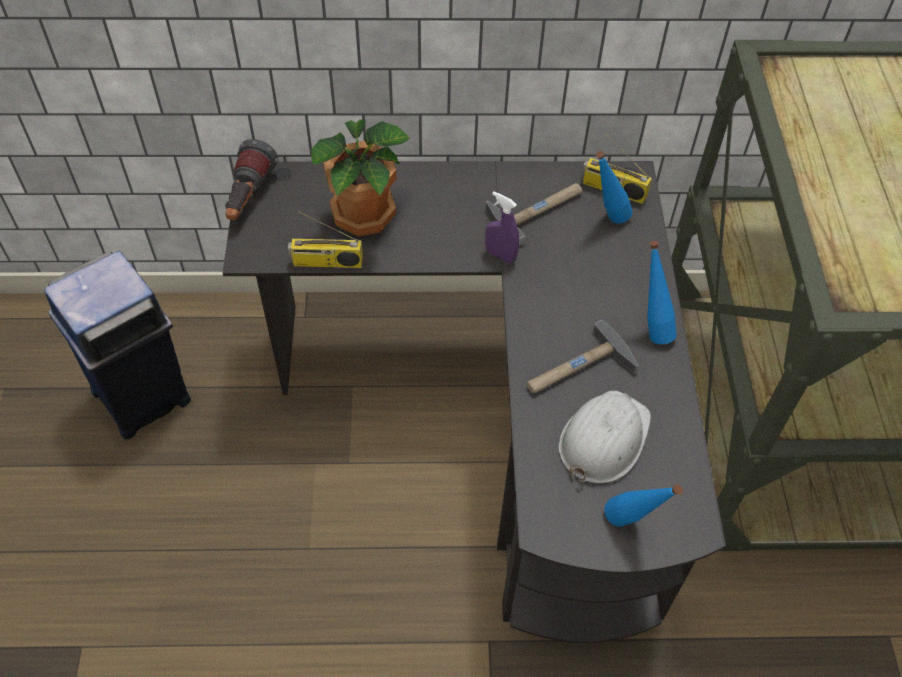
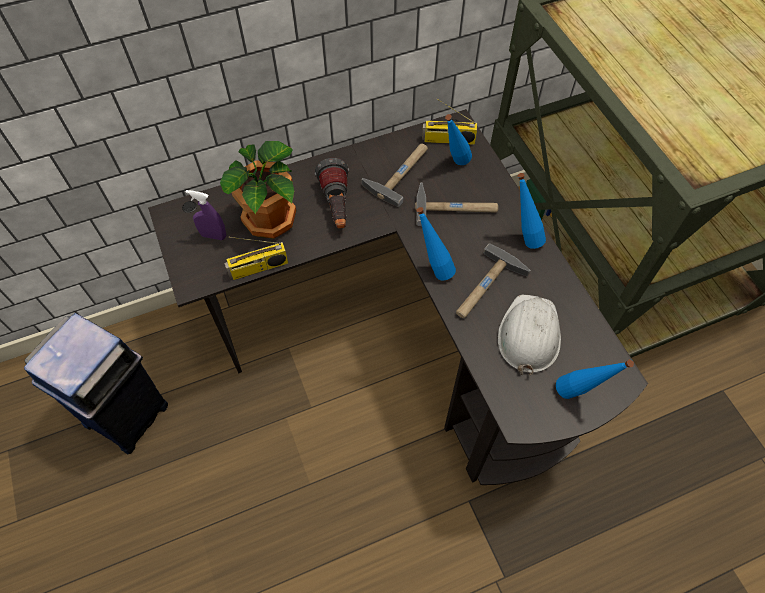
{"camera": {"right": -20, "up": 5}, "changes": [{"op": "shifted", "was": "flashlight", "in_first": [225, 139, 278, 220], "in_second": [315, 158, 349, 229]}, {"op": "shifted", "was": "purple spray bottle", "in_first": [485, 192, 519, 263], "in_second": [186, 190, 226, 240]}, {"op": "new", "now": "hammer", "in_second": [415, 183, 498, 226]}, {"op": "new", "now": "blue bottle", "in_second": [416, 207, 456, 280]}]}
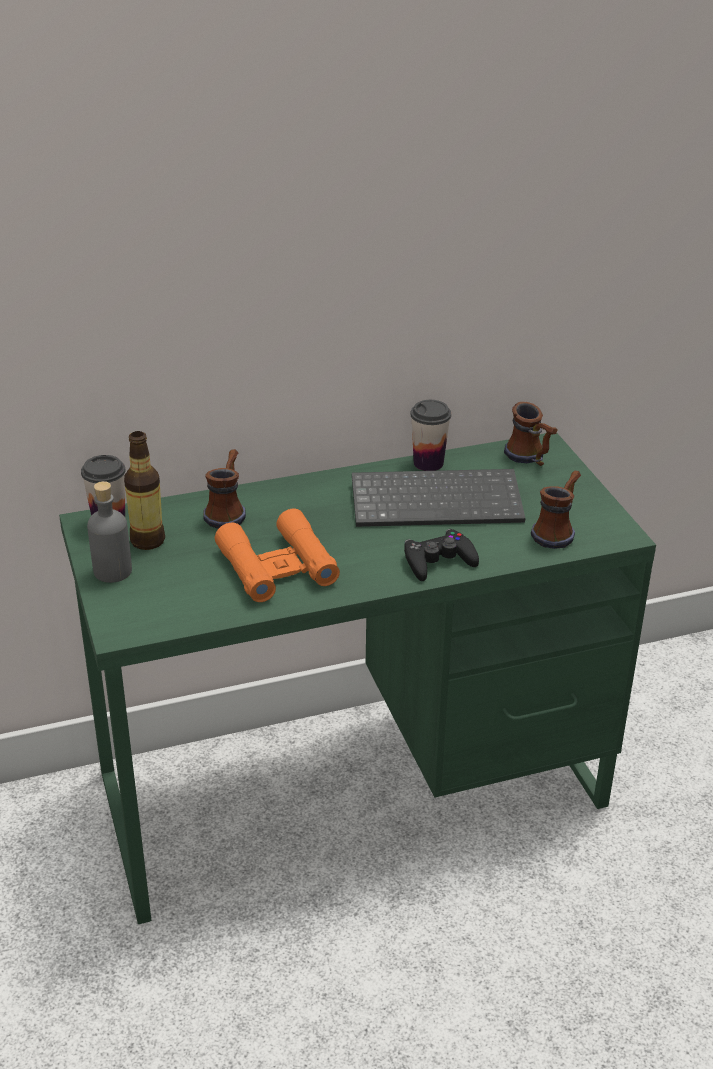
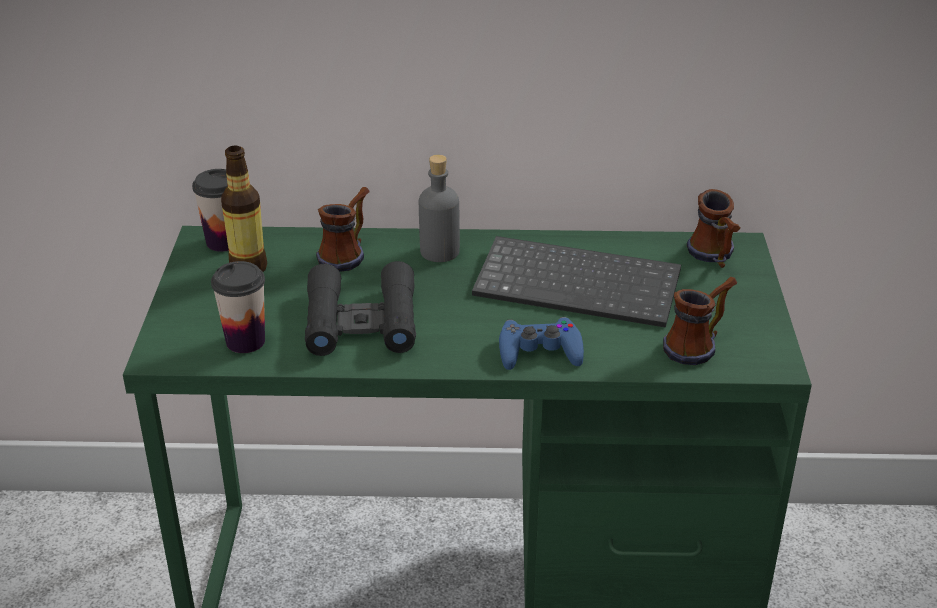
{"camera": {"right": 20, "up": 0}, "changes": [{"op": "shifted", "was": "cup", "in_first": [410, 400, 451, 471], "in_second": [211, 261, 265, 353]}, {"op": "shifted", "was": "grey bottle", "in_first": [87, 481, 132, 583], "in_second": [419, 155, 460, 262]}, {"op": "repainted", "was": "orange binoculars", "now": "black binoculars", "in_first": [215, 508, 340, 602], "in_second": [305, 261, 416, 356]}, {"op": "repainted", "was": "black game controller", "now": "blue game controller", "in_first": [404, 529, 479, 581], "in_second": [499, 317, 584, 370]}]}
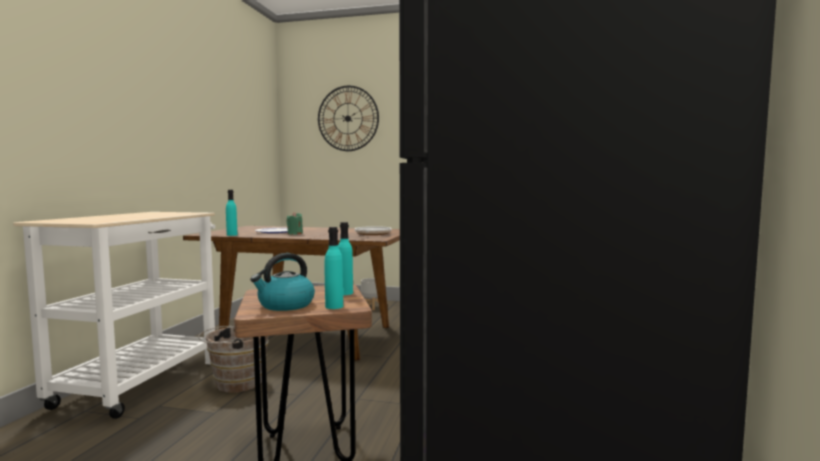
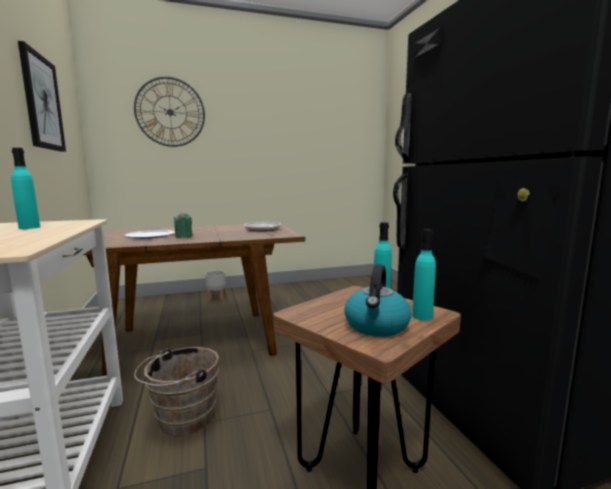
{"camera": {"right": -30, "up": 5}, "changes": [{"op": "shifted", "was": "turquoise bottle", "in_first": [226, 190, 238, 236], "in_second": [11, 148, 40, 229]}, {"op": "new", "now": "picture", "in_second": [18, 41, 66, 152]}]}
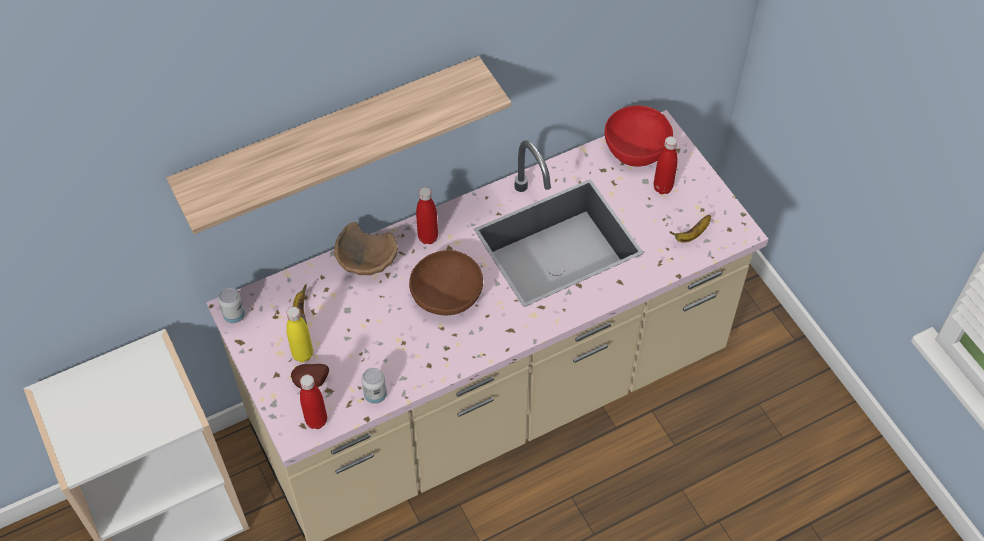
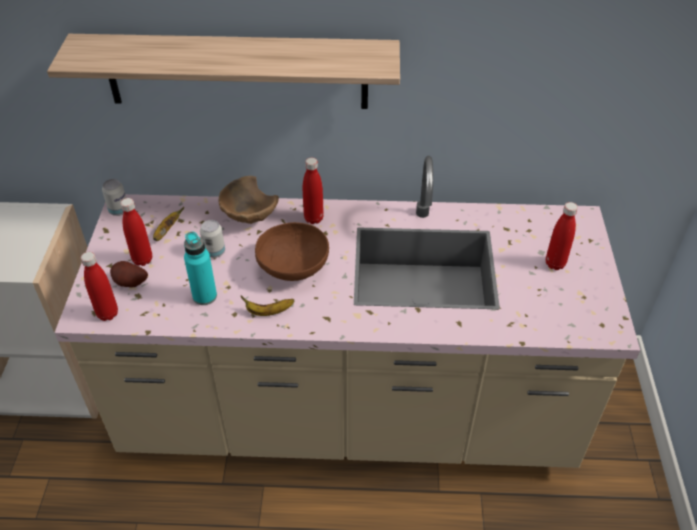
{"camera": {"right": 30, "up": -10}, "changes": [{"op": "gone", "was": "red bowl", "in_first": [605, 106, 673, 167]}, {"op": "shifted", "was": "banana", "in_first": [670, 215, 711, 243], "in_second": [240, 295, 294, 316]}, {"op": "repainted", "was": "yellow bottle", "now": "red bottle", "in_first": [286, 306, 313, 362], "in_second": [120, 198, 152, 266]}, {"op": "shifted", "was": "can", "in_first": [361, 368, 387, 404], "in_second": [200, 220, 225, 258]}, {"op": "new", "now": "turquoise bottle", "in_second": [184, 232, 217, 305]}]}
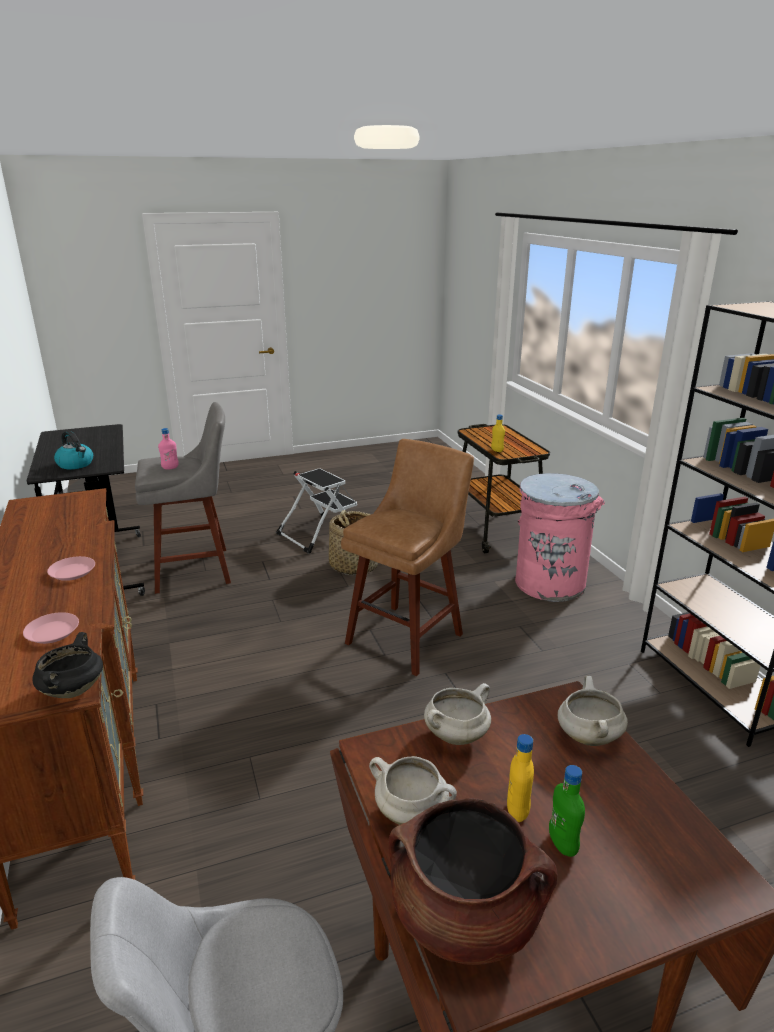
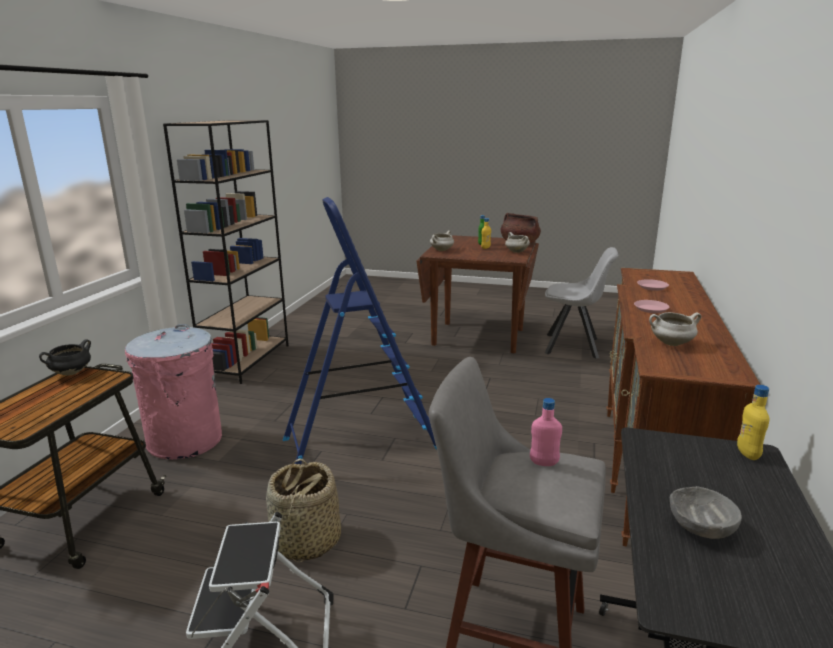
{"camera": {"right": -145, "up": -5}, "changes": [{"op": "shifted", "was": "yellow bottle", "in_first": [491, 414, 505, 452], "in_second": [737, 385, 769, 460]}, {"op": "gone", "was": "kettle", "in_first": [54, 431, 93, 469]}, {"op": "swapped", "was": "brown stool", "now": "blue step ladder", "in_first": [341, 439, 474, 676], "in_second": [283, 197, 437, 464]}, {"op": "shifted", "was": "black cooking pot", "in_first": [32, 632, 103, 698], "in_second": [39, 339, 91, 376]}, {"op": "shifted", "was": "white cooking pot", "in_first": [424, 683, 491, 745], "in_second": [649, 312, 702, 346]}, {"op": "new", "now": "grey bowl", "in_second": [670, 486, 742, 539]}]}
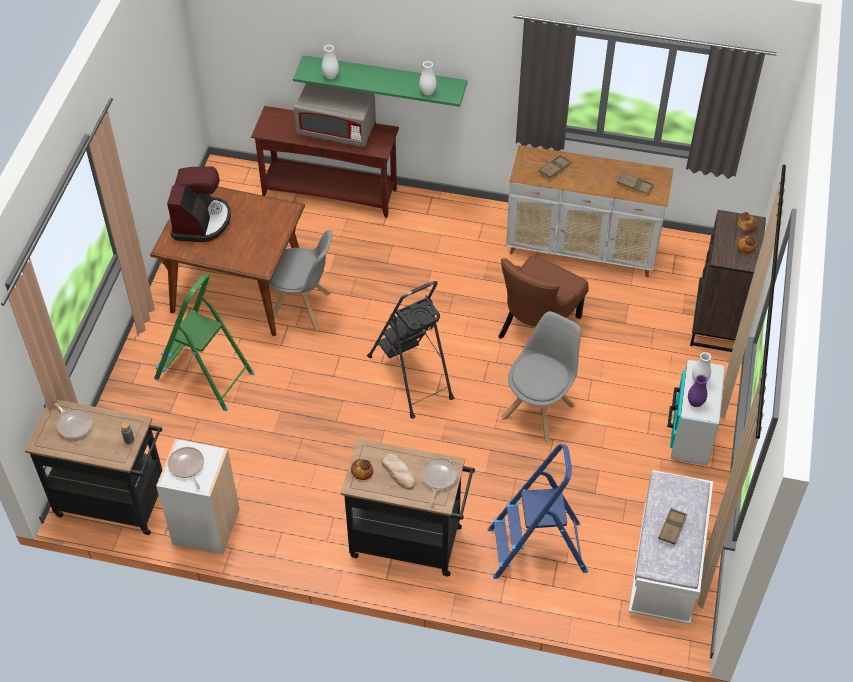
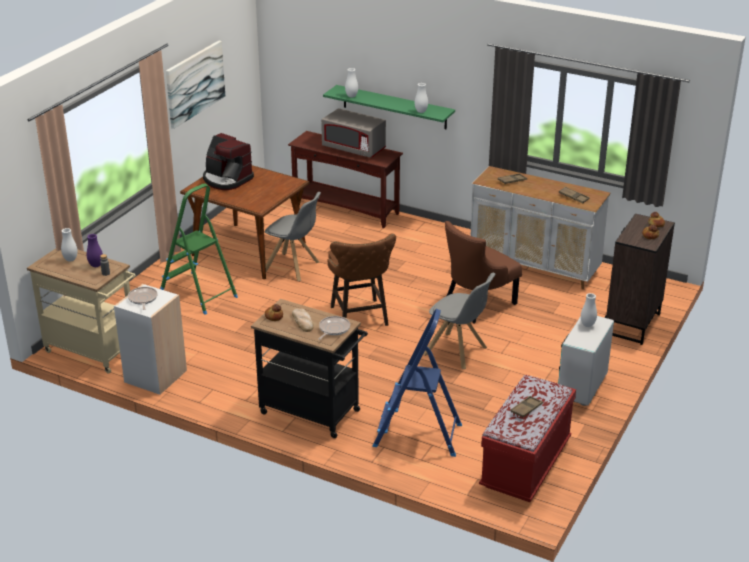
{"camera": {"right": 15, "up": -20}, "changes": [{"op": "rotated", "was": "coffee machine", "in_first": [167, 166, 231, 242], "in_second": [203, 133, 254, 190], "clockwise": 105}, {"op": "swapped", "was": "step ladder", "now": "brown stool", "in_first": [367, 281, 454, 419], "in_second": [328, 233, 396, 326]}, {"op": "rotated", "was": "grey chair", "in_first": [501, 311, 581, 443], "in_second": [424, 273, 495, 369], "clockwise": 75}, {"op": "shifted", "was": "purple vase", "in_first": [688, 375, 707, 407], "in_second": [87, 234, 103, 267]}, {"op": "repainted", "was": "black cart", "now": "beige cart", "in_first": [25, 400, 163, 535], "in_second": [27, 248, 136, 374]}, {"op": "swapped", "was": "frying pan", "now": "white vase", "in_first": [55, 403, 93, 439], "in_second": [61, 228, 78, 262]}, {"op": "repainted", "was": "white bench", "now": "red bench", "in_first": [629, 470, 713, 624], "in_second": [479, 375, 576, 502]}, {"op": "new", "now": "picture", "in_second": [166, 41, 225, 129]}]}
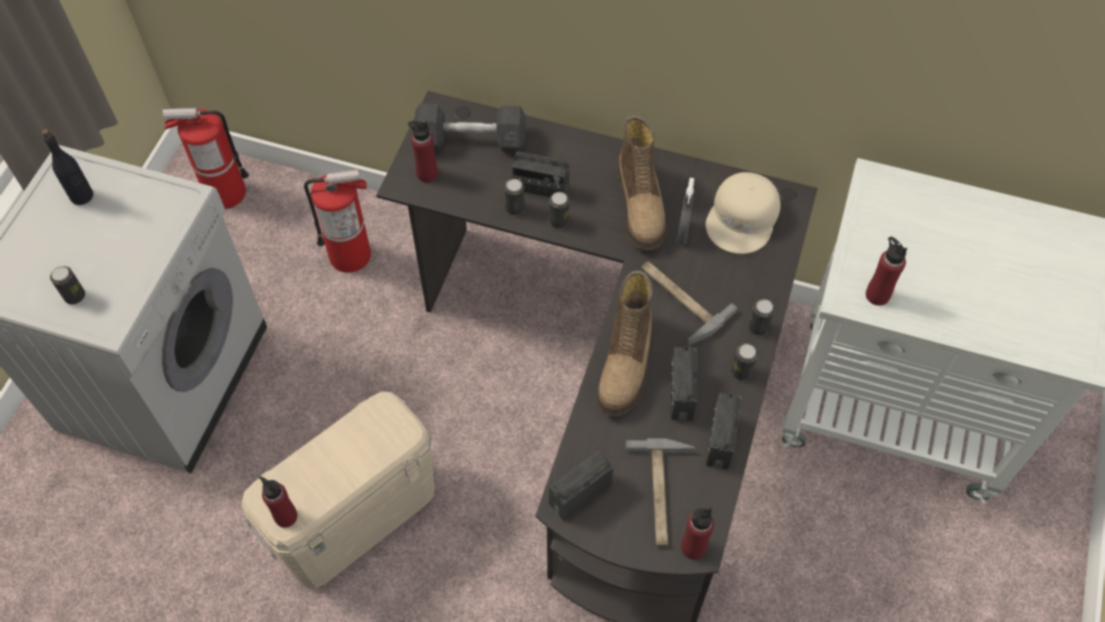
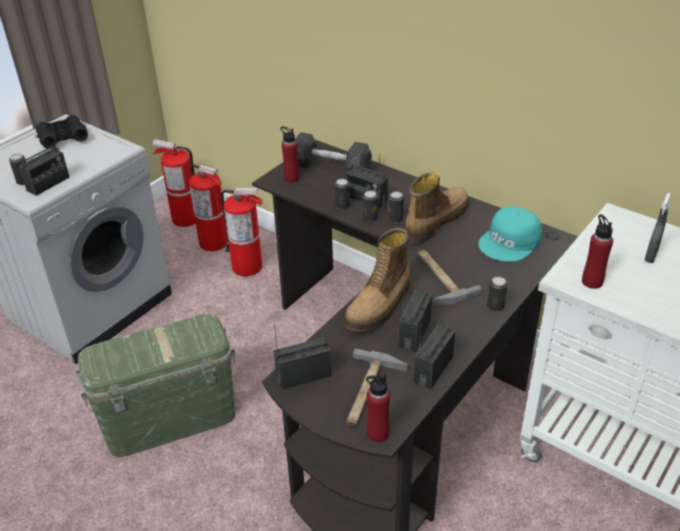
{"camera": {"right": 20, "up": -20}, "changes": [{"op": "rotated", "was": "boot", "in_first": [618, 115, 666, 250], "in_second": [405, 172, 469, 244], "clockwise": -150}, {"op": "swapped", "was": "black bottle", "now": "black binoculars", "in_first": [42, 129, 93, 205], "in_second": [35, 115, 88, 149]}, {"op": "repainted", "was": "beige cap", "now": "turquoise cap", "in_first": [706, 172, 781, 254], "in_second": [478, 206, 542, 262]}, {"op": "shifted", "was": "grey spray bottle", "in_first": [677, 178, 694, 244], "in_second": [645, 193, 672, 263]}, {"op": "shifted", "was": "can", "in_first": [731, 344, 758, 380], "in_second": [388, 191, 404, 223]}, {"op": "repainted", "was": "beige storage box", "now": "green storage box", "in_first": [241, 392, 434, 589], "in_second": [76, 314, 235, 457]}, {"op": "gone", "was": "red bottle", "in_first": [259, 476, 297, 528]}, {"op": "new", "now": "radio", "in_second": [19, 123, 70, 196]}, {"op": "new", "now": "fire extinguisher", "in_second": [189, 164, 227, 251]}]}
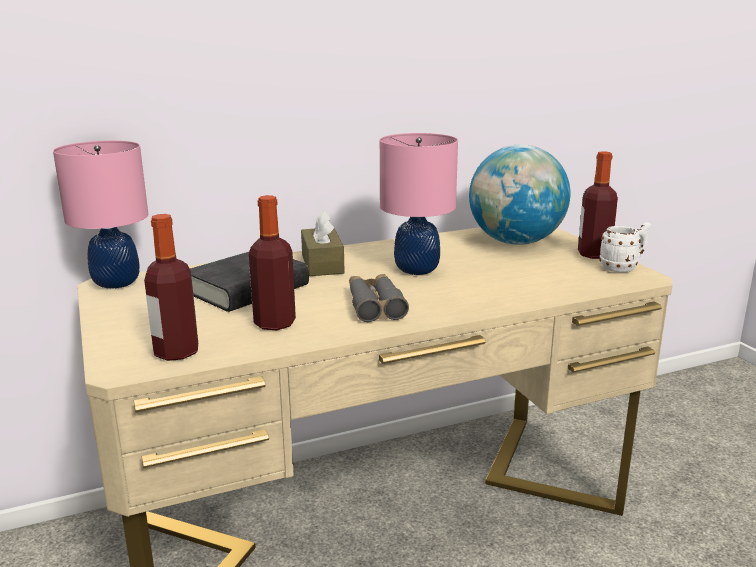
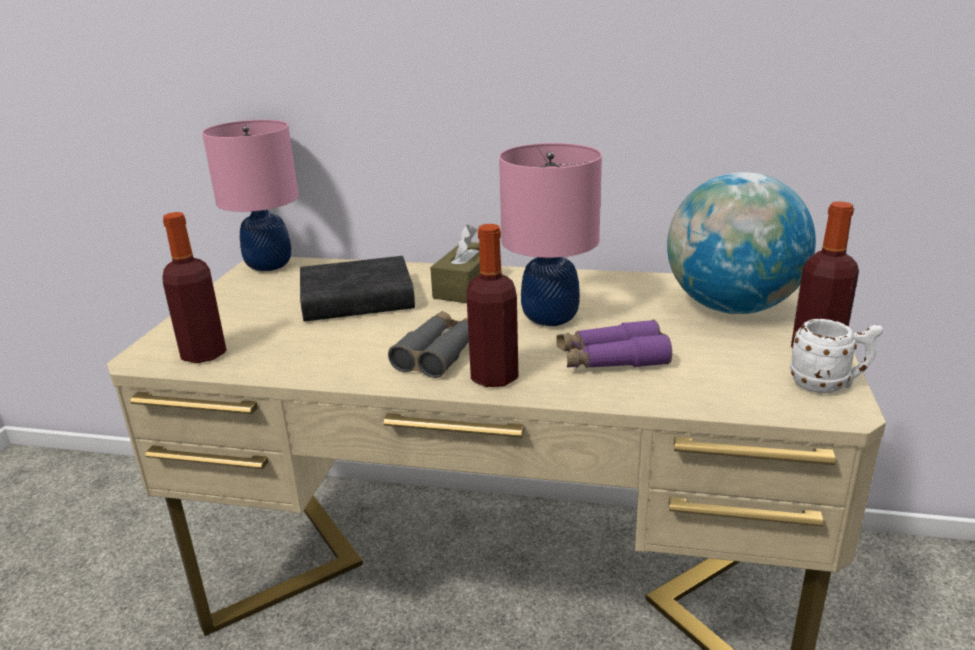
{"camera": {"right": 35, "up": 5}, "changes": [{"op": "shifted", "was": "bottle", "in_first": [249, 195, 296, 330], "in_second": [467, 224, 518, 387]}, {"op": "new", "now": "purple binoculars", "in_second": [556, 319, 672, 368]}]}
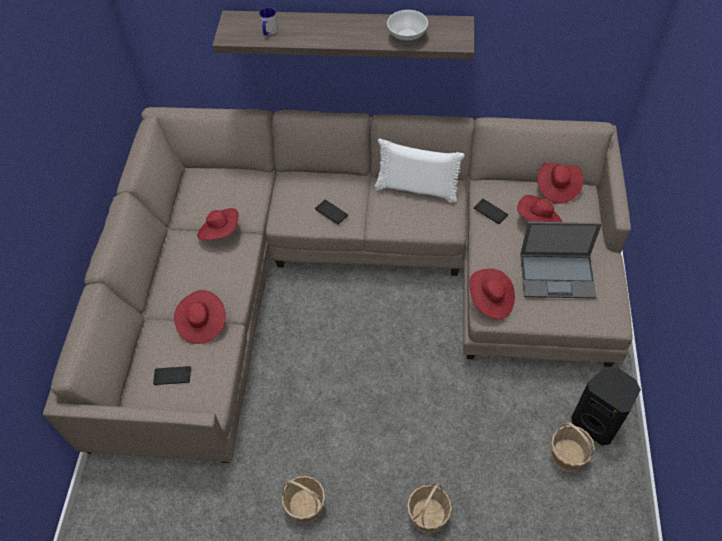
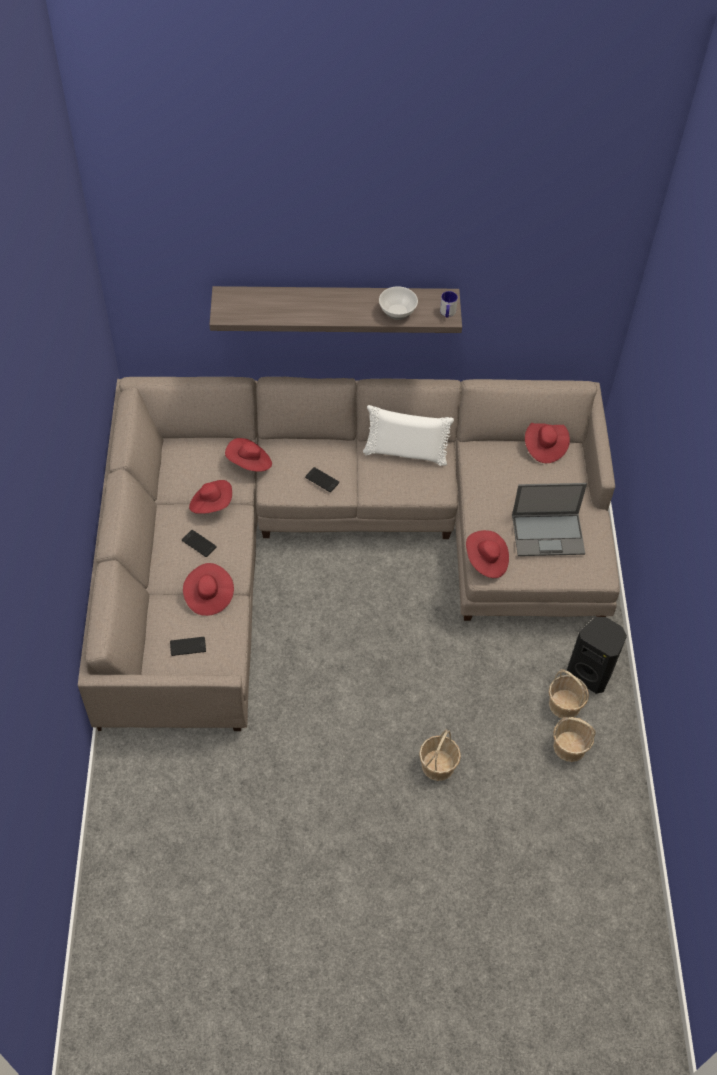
{"camera": {"right": -10, "up": 0}, "changes": [{"op": "shifted", "was": "mug", "in_first": [259, 7, 278, 35], "in_second": [440, 291, 458, 318]}, {"op": "shifted", "was": "red hat", "in_first": [517, 195, 562, 222], "in_second": [225, 438, 272, 472]}, {"op": "shifted", "was": "phone", "in_first": [474, 199, 508, 224], "in_second": [182, 530, 216, 557]}, {"op": "shifted", "was": "basket", "in_first": [281, 476, 325, 524], "in_second": [553, 717, 595, 762]}]}
